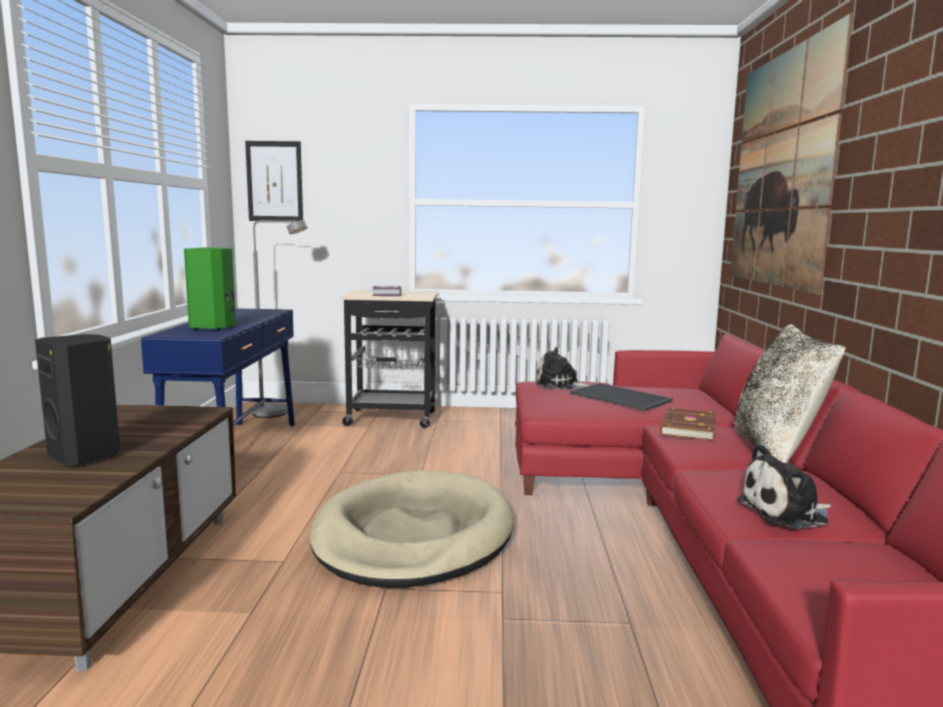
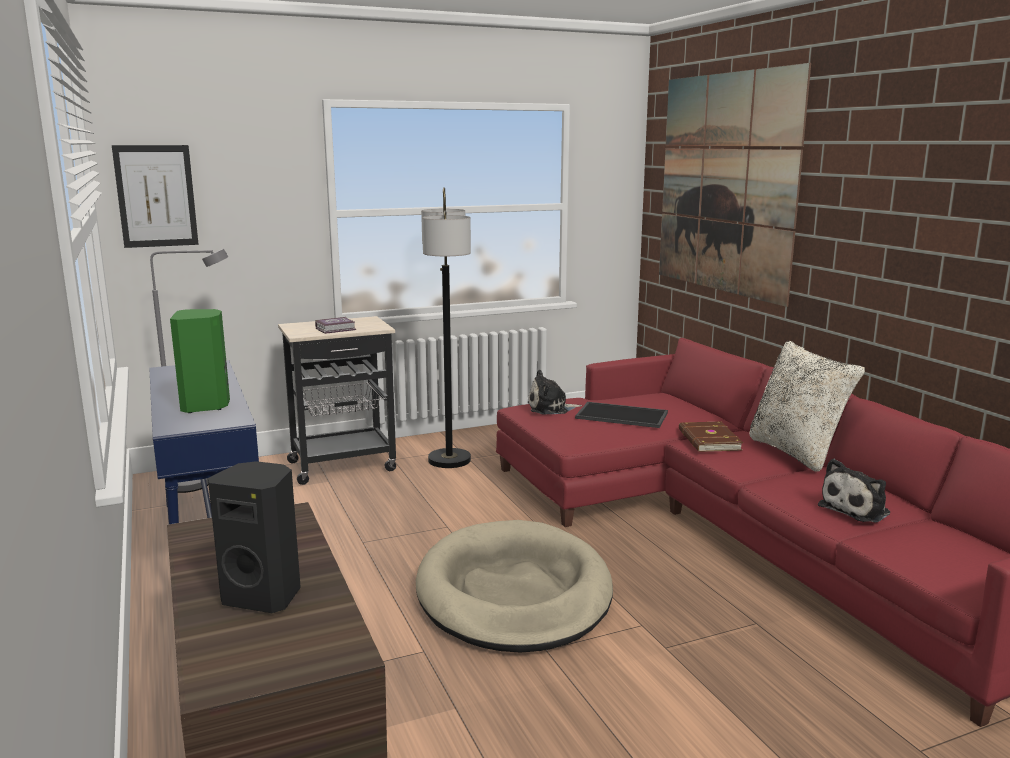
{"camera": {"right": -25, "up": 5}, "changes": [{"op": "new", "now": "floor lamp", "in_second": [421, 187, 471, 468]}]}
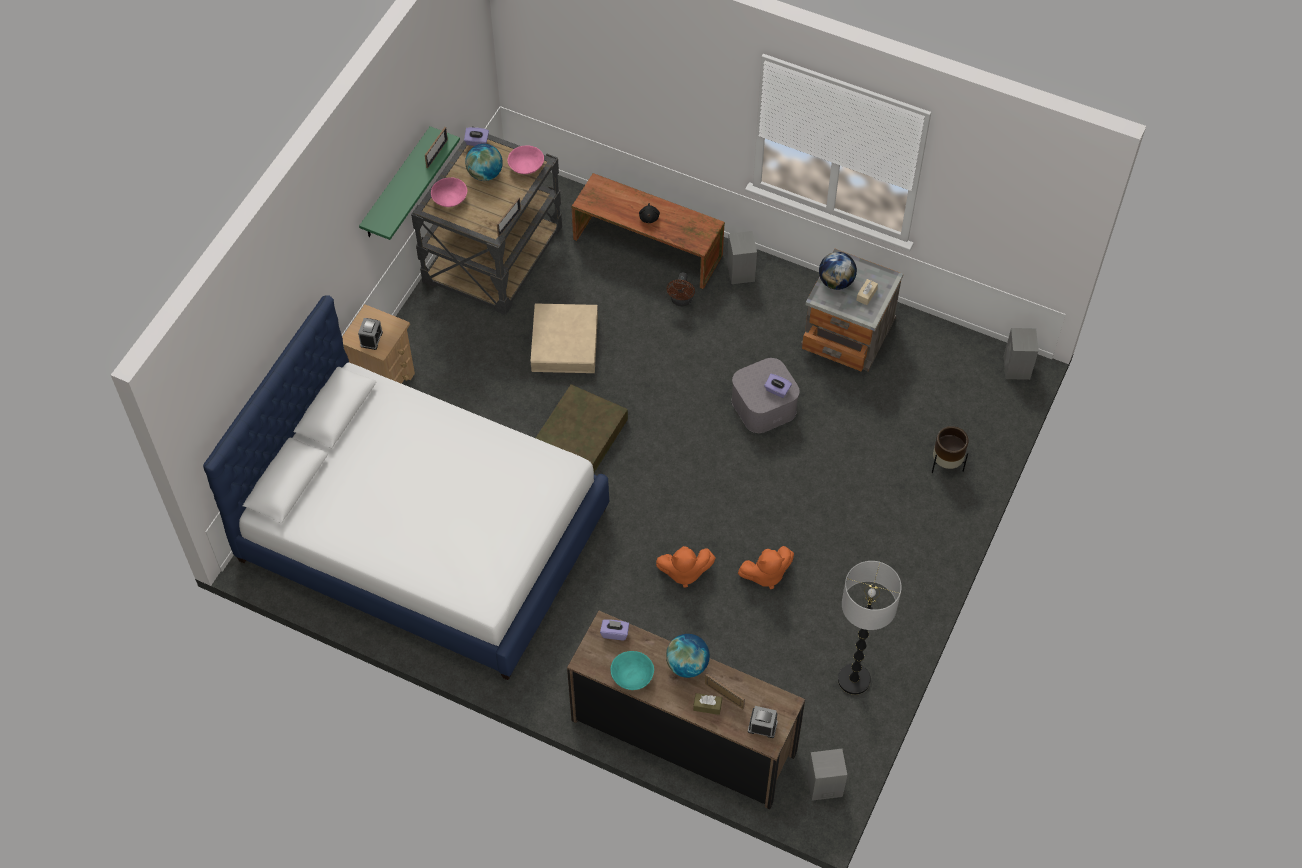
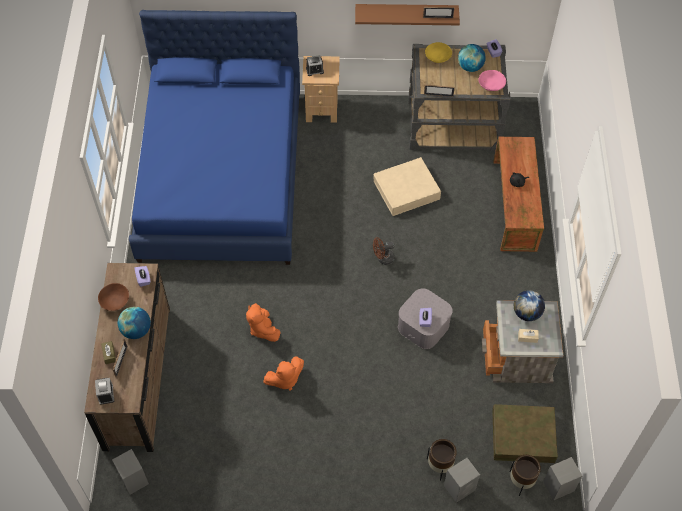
{"camera": {"right": 65, "up": 0}, "changes": [{"op": "repainted", "was": "green shelf", "now": "brown shelf", "in_first": [359, 126, 460, 240], "in_second": [355, 4, 460, 25]}, {"op": "repainted", "was": "pink bowl", "now": "yellow bowl", "in_first": [431, 177, 467, 207], "in_second": [425, 42, 452, 63]}, {"op": "shifted", "was": "grey speaker", "in_first": [727, 231, 757, 284], "in_second": [444, 458, 480, 503]}, {"op": "shifted", "was": "brown fan", "in_first": [666, 273, 695, 306], "in_second": [373, 237, 395, 265]}, {"op": "repainted", "was": "white bed", "now": "blue bed", "in_first": [203, 295, 609, 680], "in_second": [129, 10, 300, 265]}, {"op": "shifted", "was": "brown storage box", "in_first": [536, 384, 628, 472], "in_second": [492, 404, 558, 463]}, {"op": "rotated", "was": "orange plush toy", "in_first": [738, 546, 794, 589], "in_second": [263, 356, 304, 391], "clockwise": -75}, {"op": "gone", "was": "floor lamp", "in_first": [838, 561, 902, 695]}, {"op": "repainted", "was": "turquoise bowl", "now": "brown bowl", "in_first": [610, 651, 654, 690], "in_second": [98, 283, 129, 311]}, {"op": "new", "now": "brown planter", "in_second": [510, 455, 541, 496]}]}
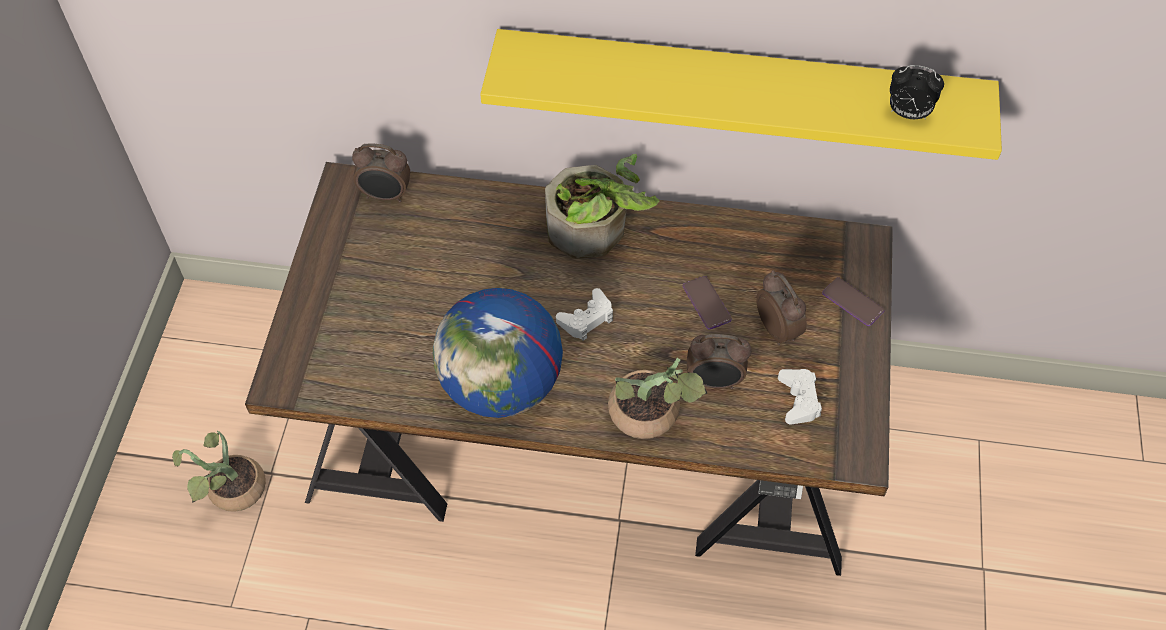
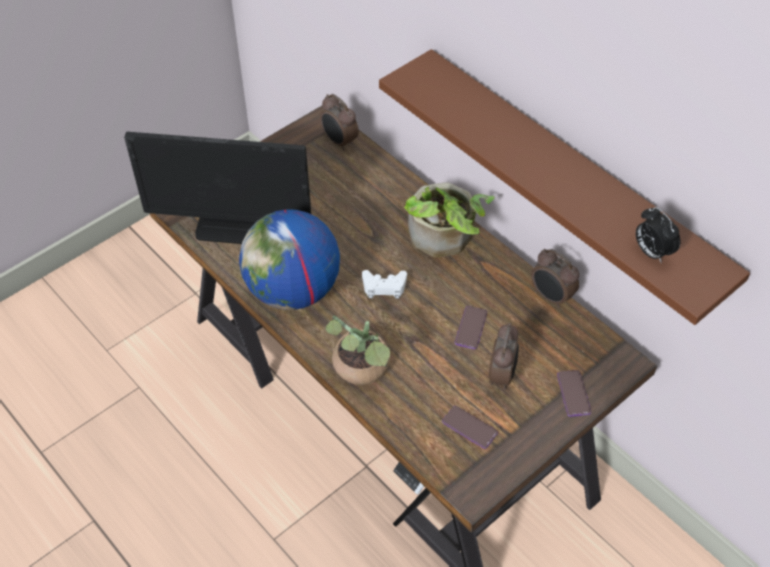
{"camera": {"right": 40, "up": -5}, "changes": [{"op": "repainted", "was": "yellow shelf", "now": "brown shelf", "in_first": [480, 29, 1002, 160], "in_second": [379, 49, 750, 325]}, {"op": "shifted", "was": "alarm clock", "in_first": [687, 334, 751, 389], "in_second": [531, 249, 579, 308]}, {"op": "swapped", "was": "white game controller", "now": "phone", "in_first": [778, 369, 822, 425], "in_second": [442, 406, 498, 449]}, {"op": "gone", "was": "potted plant", "in_first": [172, 431, 266, 512]}, {"op": "new", "now": "monitor", "in_second": [124, 132, 311, 244]}]}
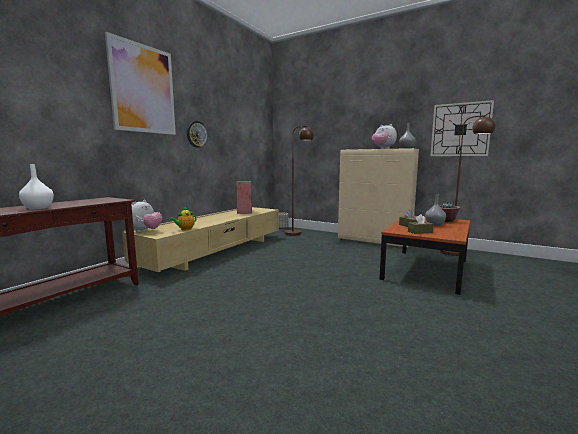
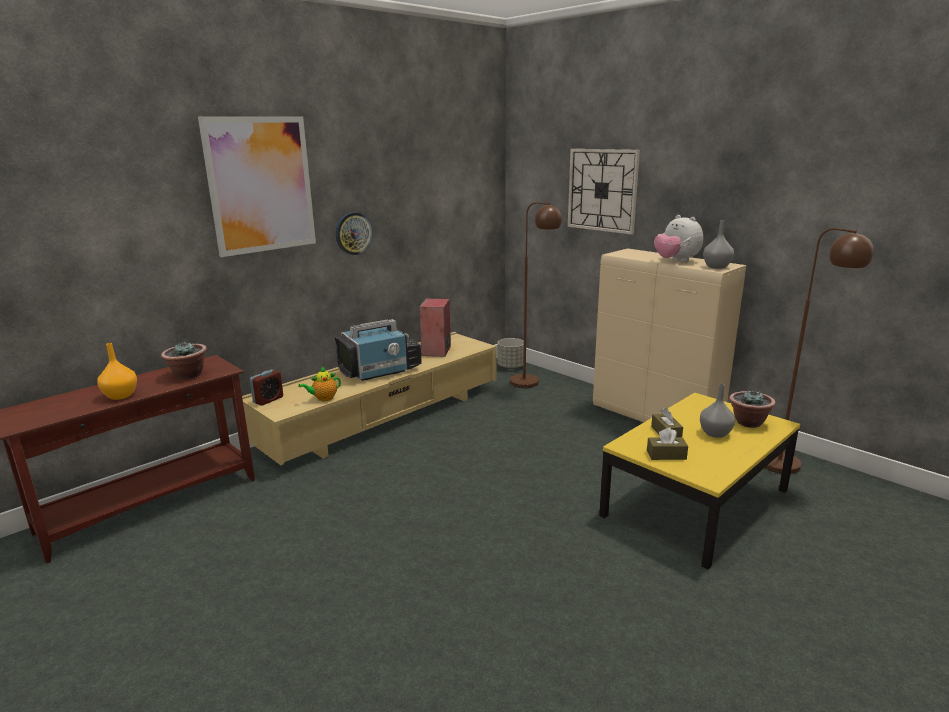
{"camera": {"right": 15, "up": 10}, "changes": [{"op": "shifted", "was": "wall clock", "in_first": [430, 100, 494, 156], "in_second": [568, 149, 640, 235]}, {"op": "repainted", "was": "white vase", "now": "orange vase", "in_first": [19, 164, 54, 209], "in_second": [97, 343, 137, 400]}, {"op": "swapped", "was": "plush toy", "now": "alarm clock", "in_first": [131, 200, 163, 233], "in_second": [250, 370, 283, 406]}, {"op": "repainted", "was": "brown coffee table", "now": "yellow coffee table", "in_first": [379, 215, 470, 295], "in_second": [599, 393, 800, 570]}, {"op": "new", "now": "television", "in_second": [335, 319, 422, 381]}, {"op": "new", "now": "potted plant", "in_second": [161, 341, 207, 379]}]}
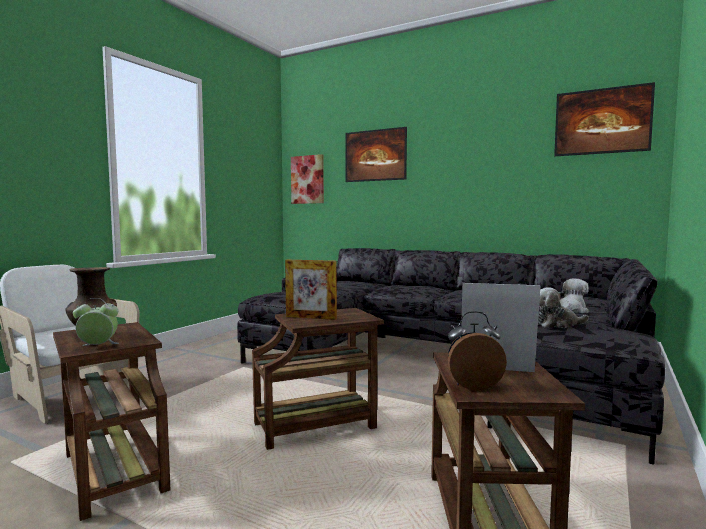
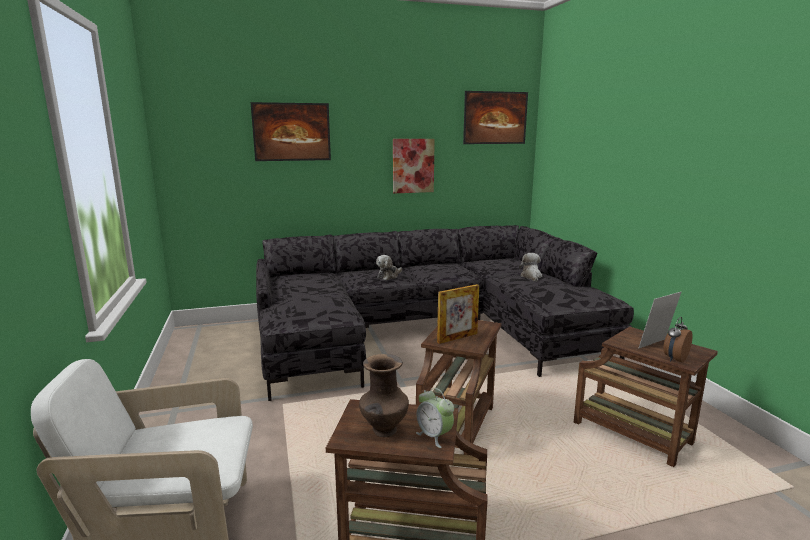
{"camera": {"right": -45, "up": 10}, "changes": [{"op": "shifted", "was": "picture", "in_first": [291, 154, 324, 204], "in_second": [393, 139, 435, 193]}, {"op": "shifted", "was": "plush toy", "in_first": [538, 287, 589, 328], "in_second": [376, 255, 402, 280]}, {"op": "rotated", "was": "alarm clock", "in_first": [73, 298, 119, 346], "in_second": [416, 388, 454, 448], "clockwise": -75}]}
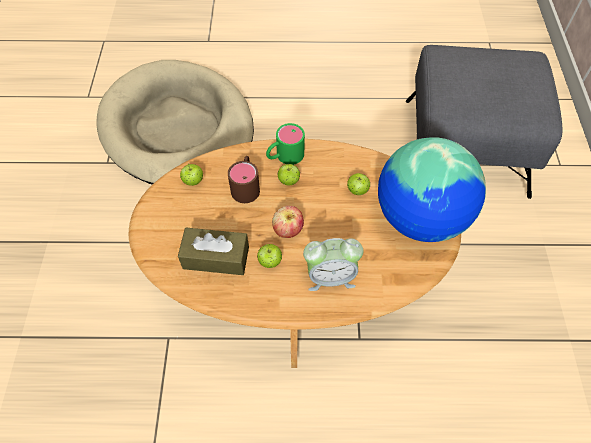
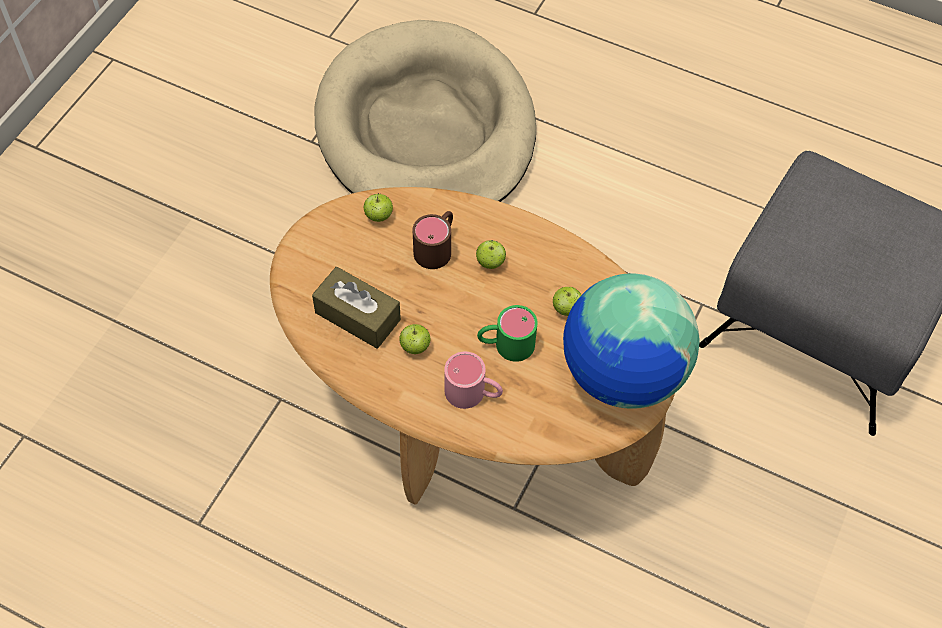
{"camera": {"right": 25, "up": 0}, "changes": [{"op": "shifted", "was": "green mug", "in_first": [266, 123, 305, 165], "in_second": [477, 305, 538, 362]}, {"op": "gone", "was": "apple", "in_first": [272, 206, 304, 238]}, {"op": "swapped", "was": "alarm clock", "now": "pink mug", "in_first": [303, 238, 363, 291], "in_second": [444, 352, 503, 409]}]}
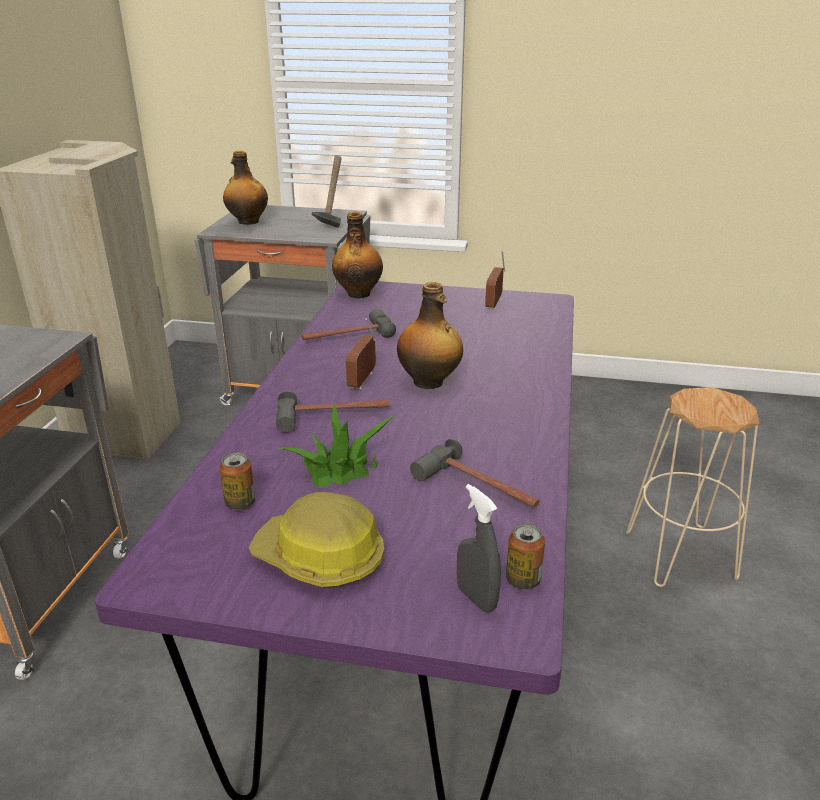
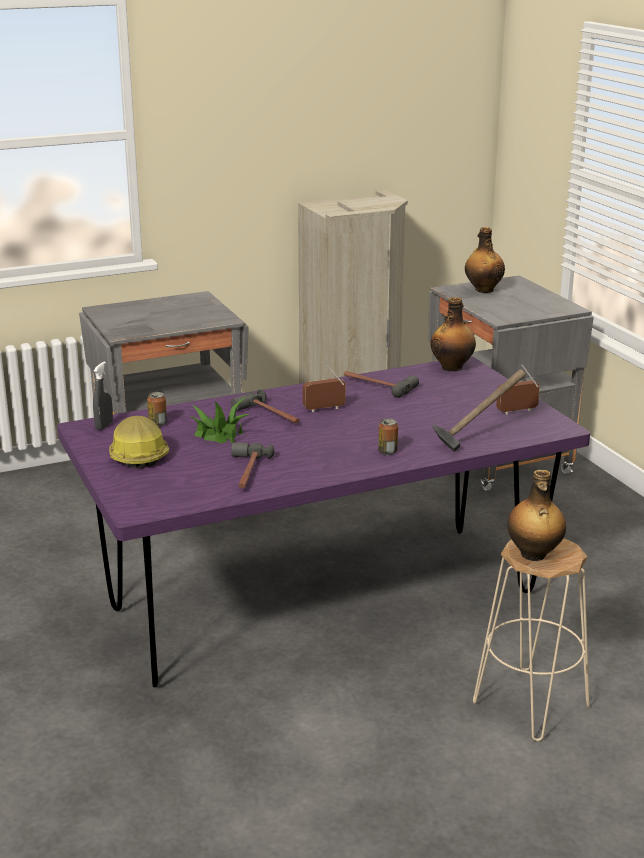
{"camera": {"right": 55, "up": -5}, "changes": [{"op": "shifted", "was": "hammer", "in_first": [312, 155, 341, 228], "in_second": [433, 369, 526, 452]}, {"op": "shifted", "was": "bottle", "in_first": [397, 282, 463, 389], "in_second": [507, 470, 566, 561]}, {"op": "shifted", "was": "grey spray bottle", "in_first": [457, 484, 501, 613], "in_second": [93, 361, 113, 431]}, {"op": "shifted", "was": "can", "in_first": [506, 523, 545, 589], "in_second": [378, 418, 398, 455]}]}
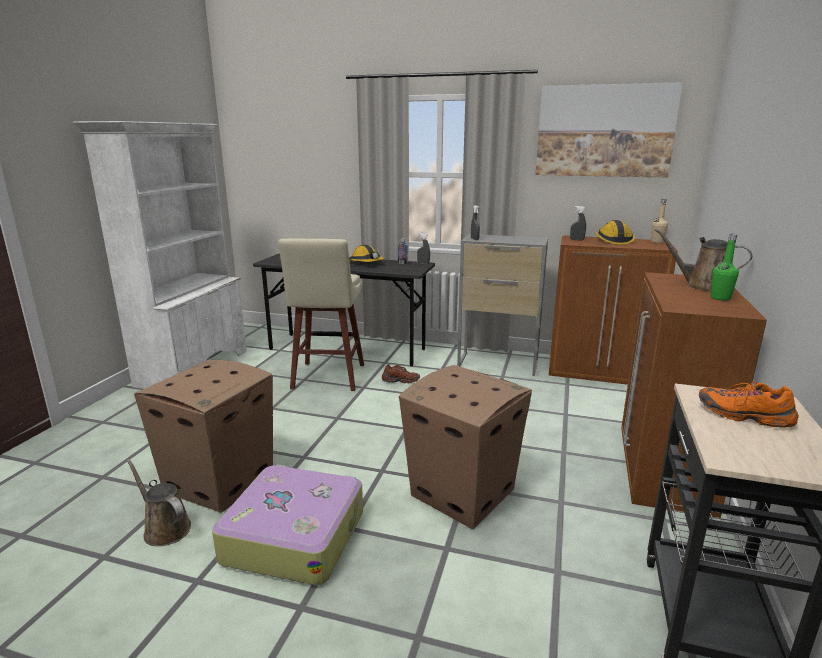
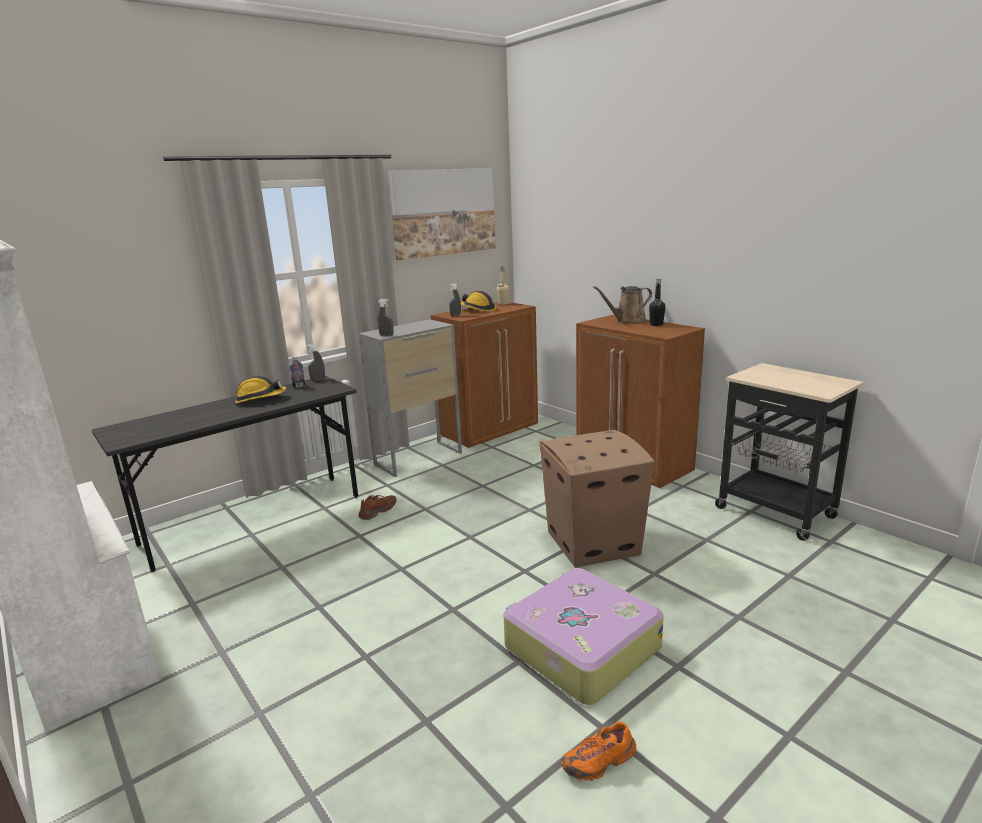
{"camera": {"right": -55, "up": 0}, "changes": [{"op": "repainted", "was": "green bottle", "now": "black bottle", "in_first": [711, 234, 739, 300], "in_second": [649, 279, 665, 326]}, {"op": "gone", "was": "beige stool", "in_first": [278, 239, 364, 391]}, {"op": "gone", "was": "cardboard box", "in_first": [134, 360, 273, 513]}, {"op": "shifted", "was": "orange shoe", "in_first": [699, 381, 799, 428], "in_second": [561, 722, 636, 781]}, {"op": "gone", "was": "brown watering can", "in_first": [127, 459, 191, 546]}]}
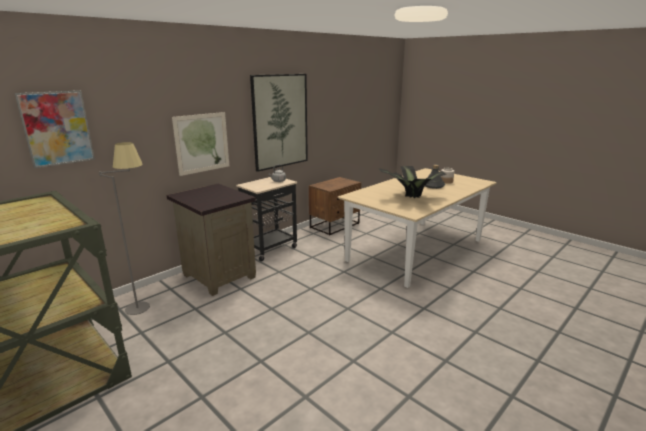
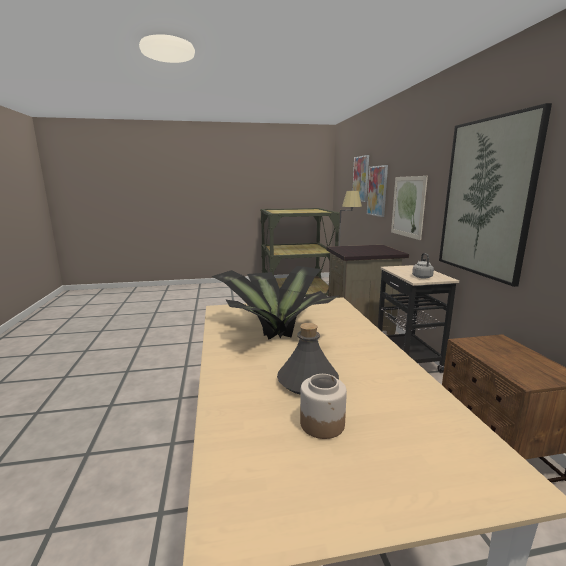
{"camera": {"right": 125, "up": -5}, "changes": [{"op": "new", "now": "picture", "in_second": [367, 165, 388, 217]}]}
